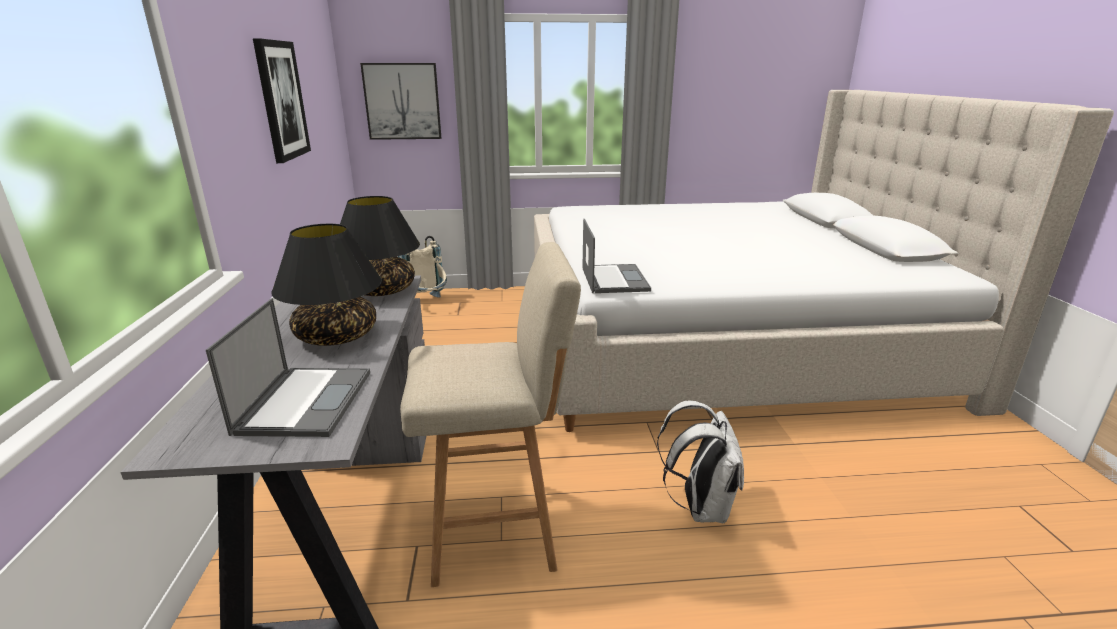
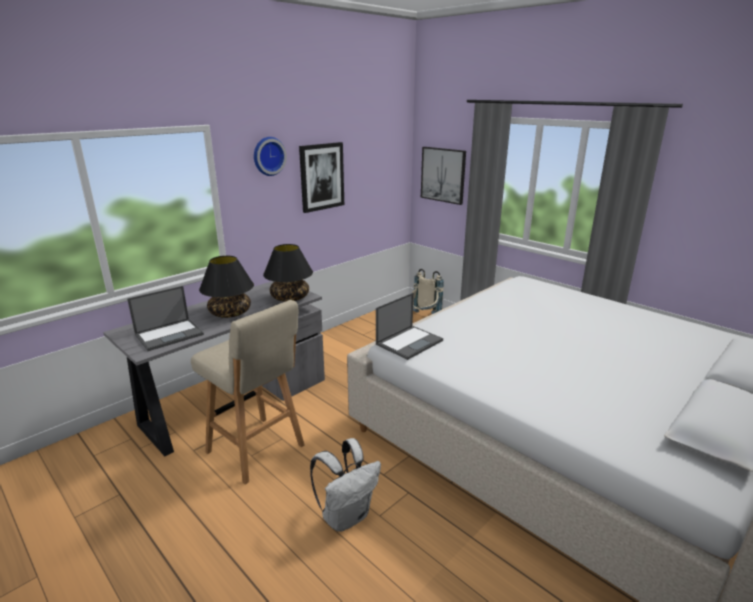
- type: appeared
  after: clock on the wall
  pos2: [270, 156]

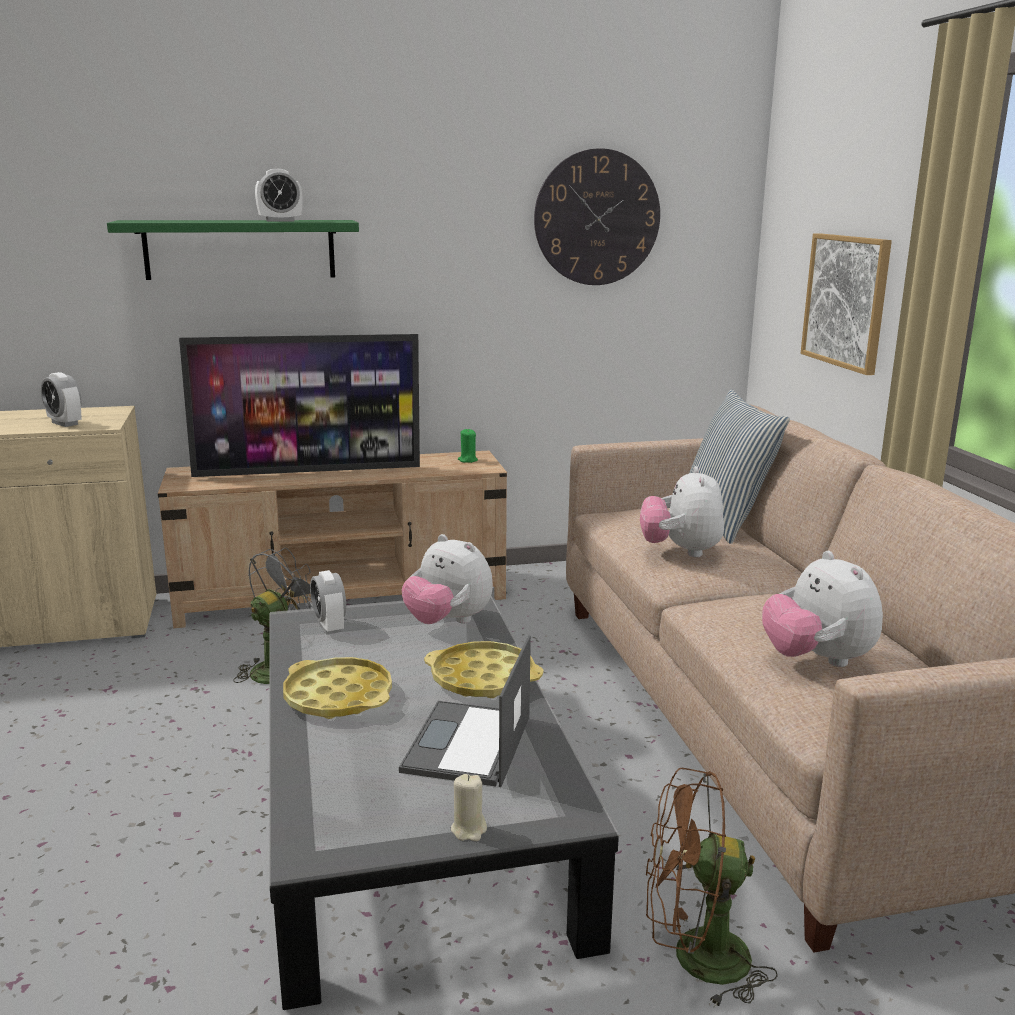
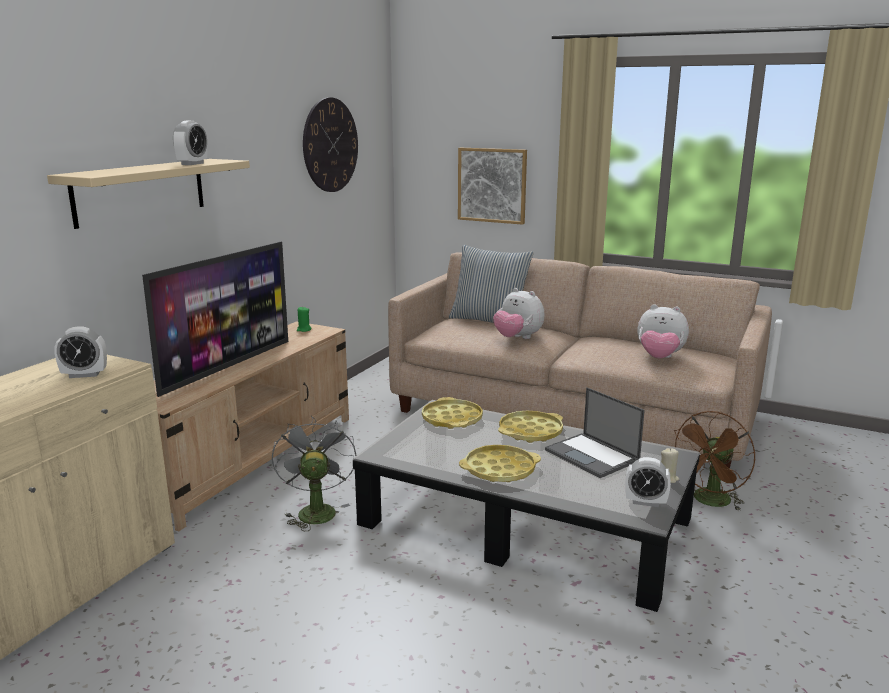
- type: colour
  before: greenish shelf
  after: beige shelf
  pos1: [233, 250]
  pos2: [148, 194]
- type: exchanged
  before: cuddly toy
  after: yellow-coloured tray
  pos1: [447, 579]
  pos2: [452, 413]
- type: relocated
  before: table clock
  pos1: [328, 602]
  pos2: [648, 482]

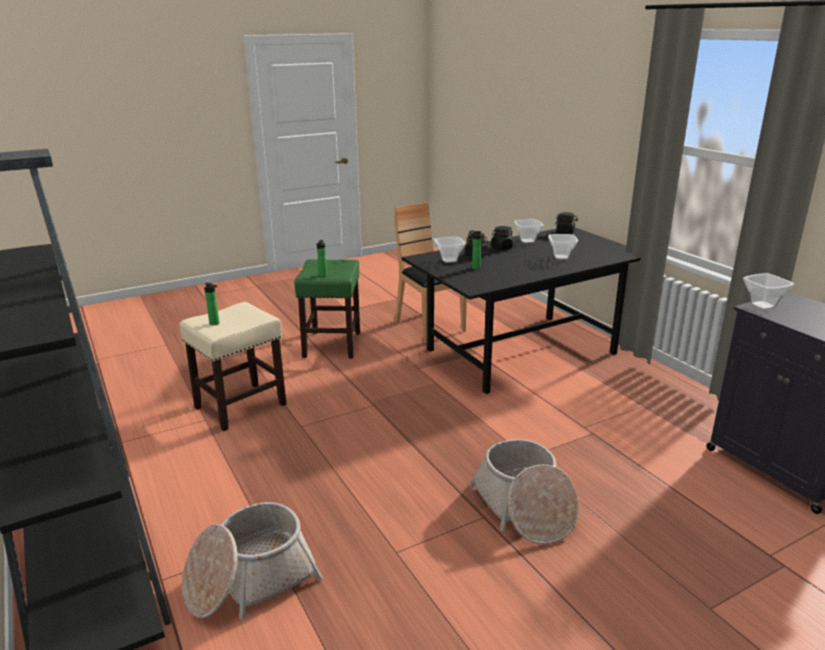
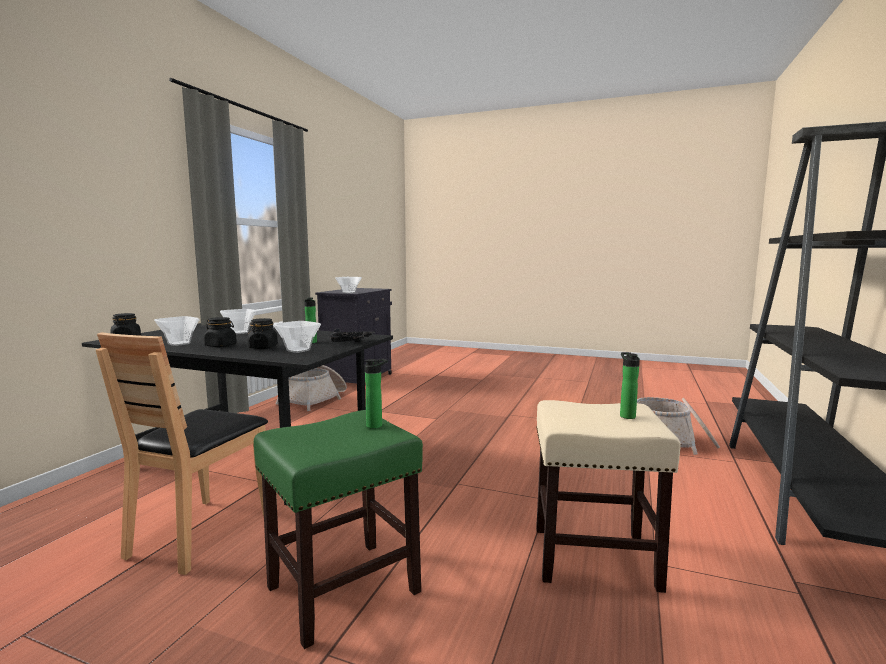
- type: relocated
  before: household basket
  pos1: [524, 491]
  pos2: [311, 388]
- type: appeared
  after: black tray
  pos2: [351, 335]

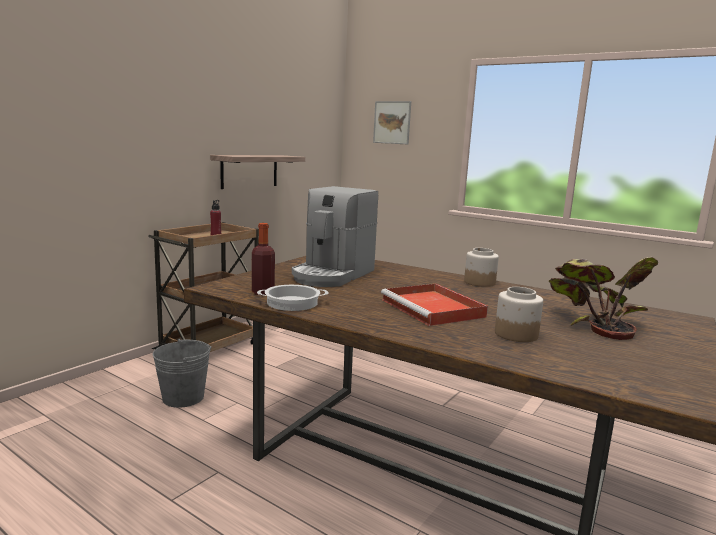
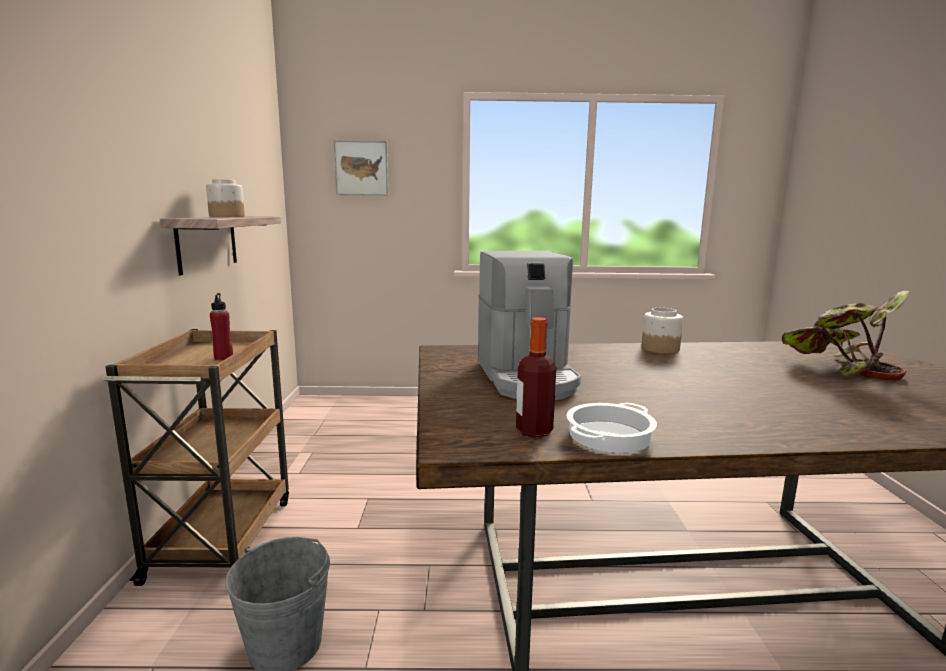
- type: missing
  before: red-coloured tray
  pos1: [434, 305]
- type: relocated
  before: jar
  pos1: [519, 314]
  pos2: [225, 198]

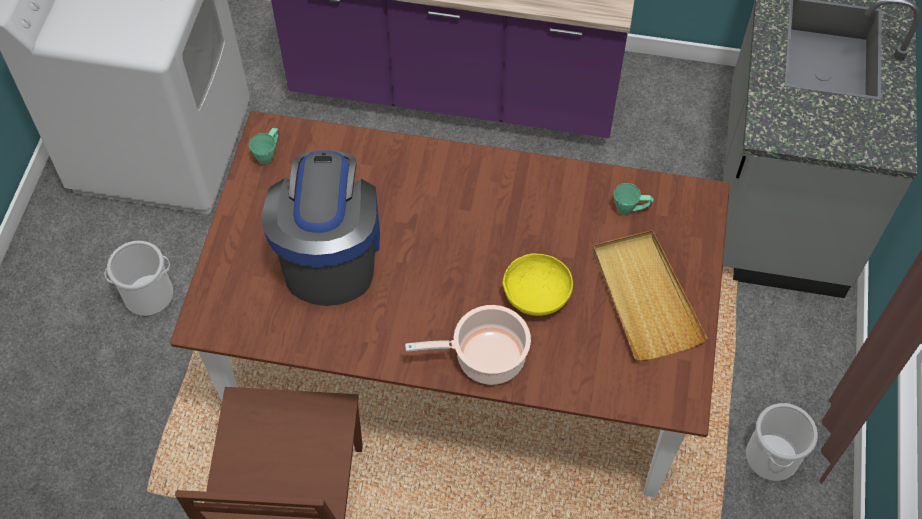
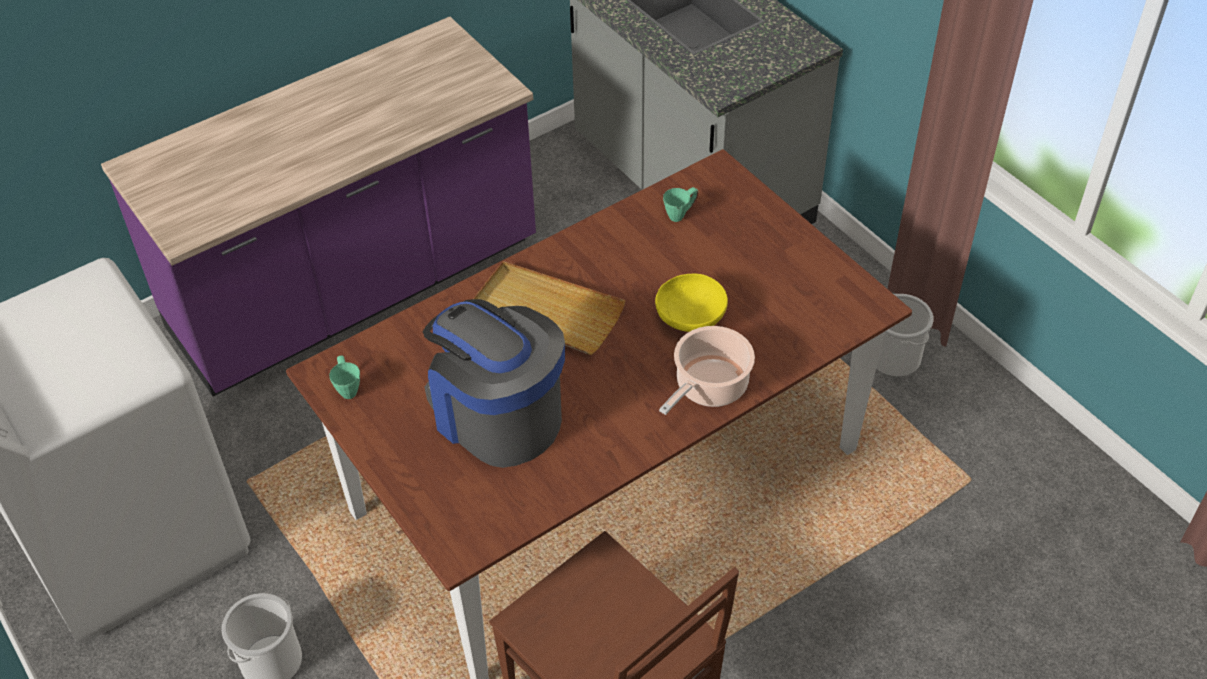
- type: relocated
  before: beige tray
  pos1: [650, 295]
  pos2: [549, 308]

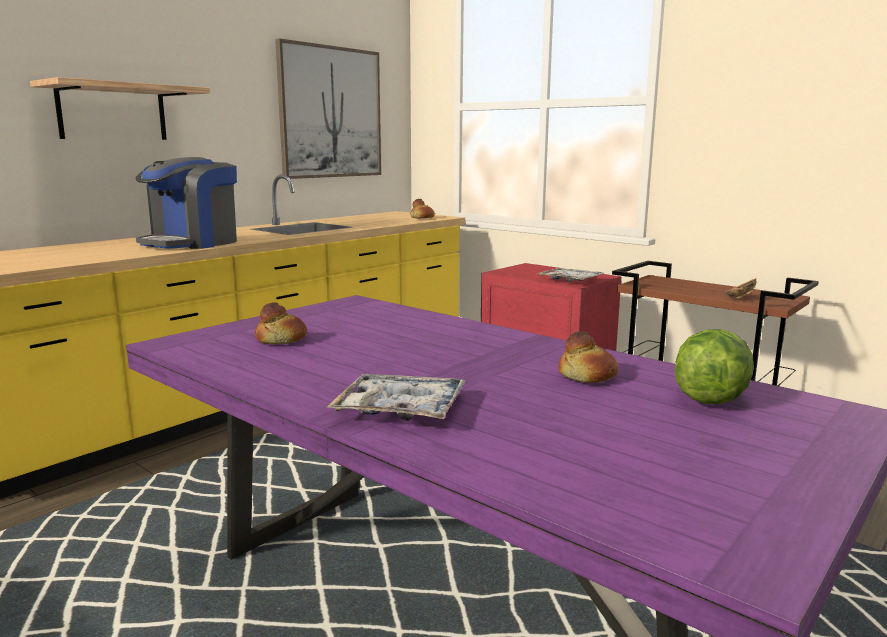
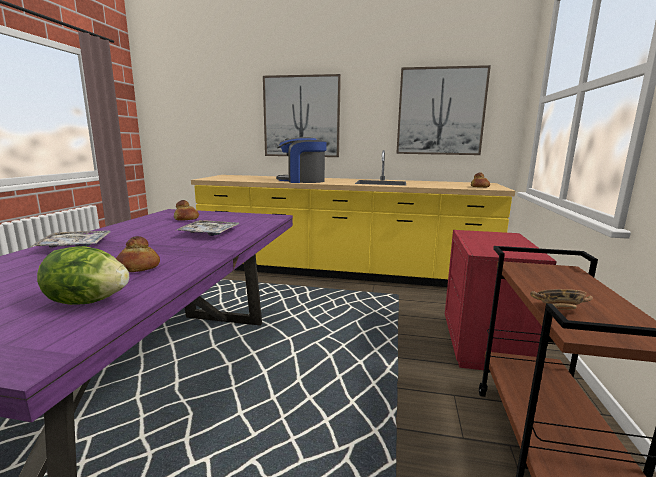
- type: exchanged
  before: shelf
  after: wall art
  pos1: [120, 108]
  pos2: [302, 115]
- type: relocated
  before: tray
  pos1: [570, 275]
  pos2: [207, 228]

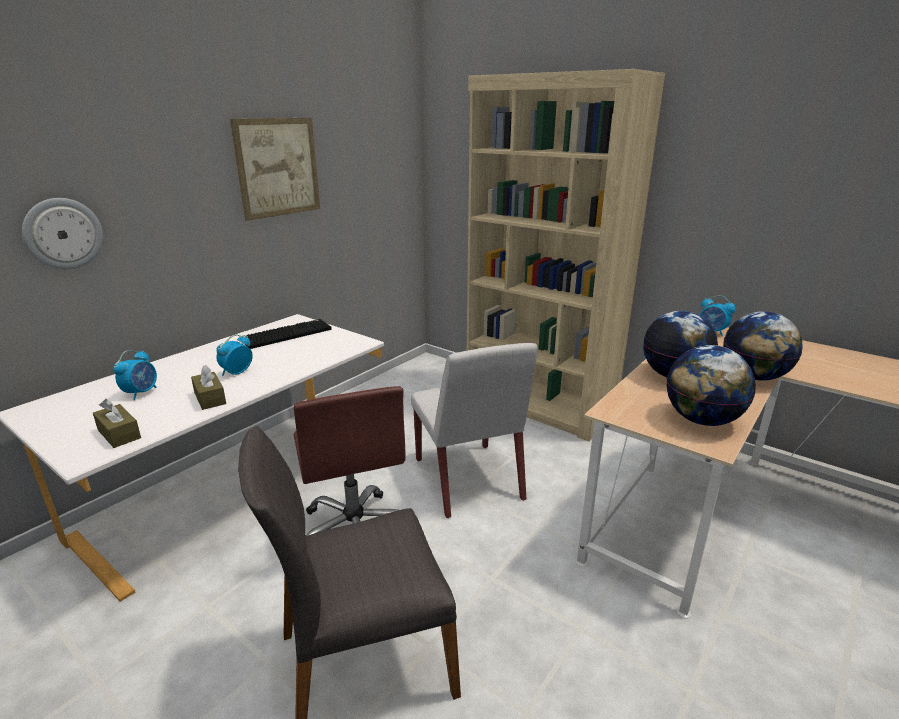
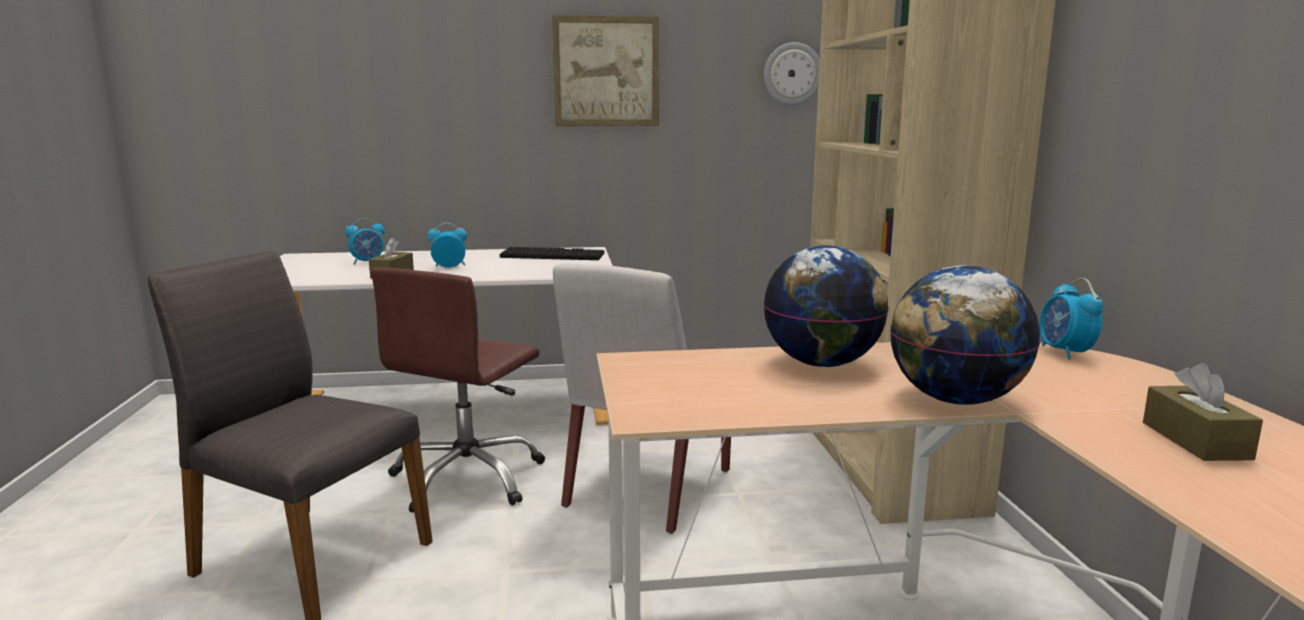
- type: relocated
  before: clock on the wall
  pos1: [62, 233]
  pos2: [792, 73]
- type: missing
  before: desk globe
  pos1: [711, 385]
- type: relocated
  before: brown box of tissues
  pos1: [117, 423]
  pos2: [1203, 412]

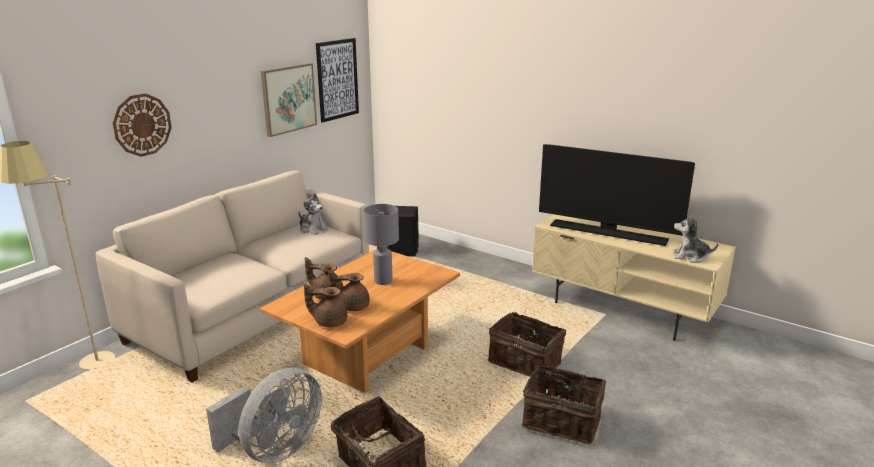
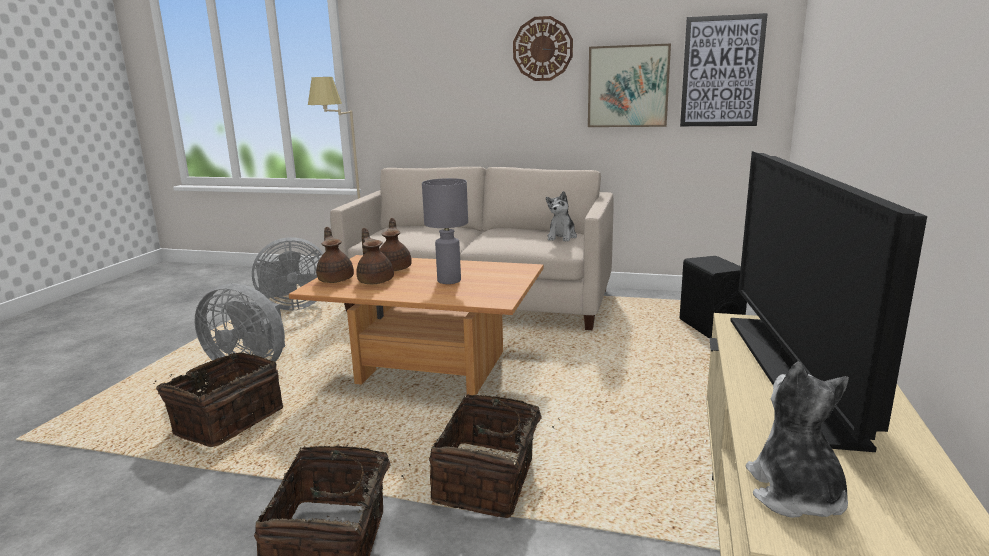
- type: relocated
  before: clock on the wall
  pos1: [142, 125]
  pos2: [543, 48]
- type: appeared
  after: greyish cooling fan
  pos2: [288, 274]

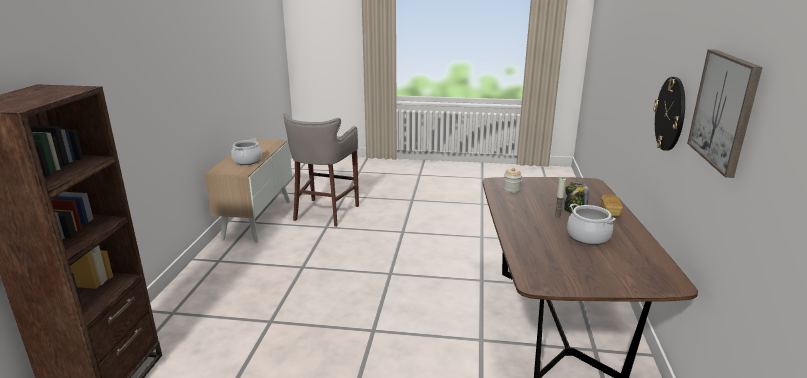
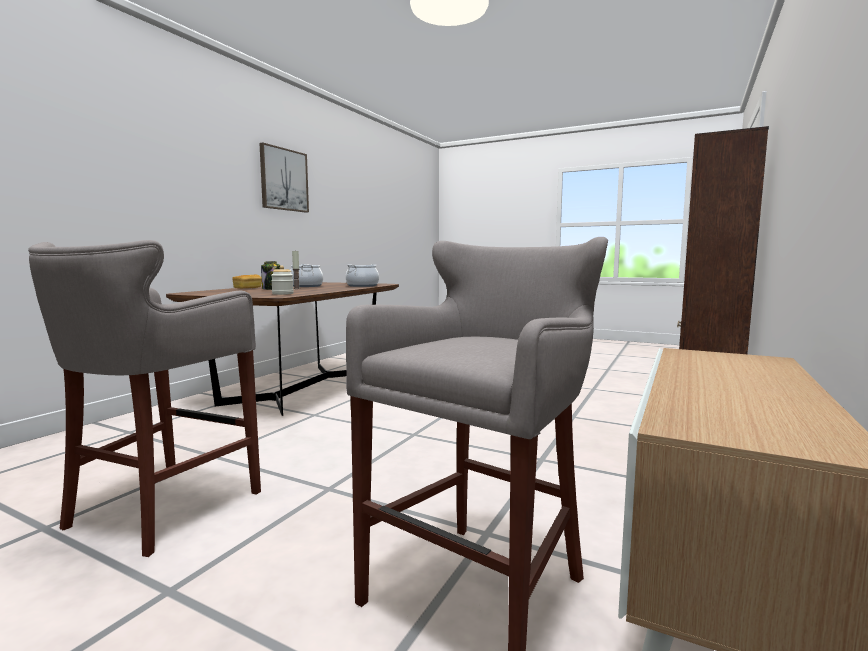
- type: missing
  before: clock on the wall
  pos1: [669, 114]
- type: relocated
  before: saucepot
  pos1: [246, 152]
  pos2: [362, 275]
- type: appeared
  after: greyish stool
  pos2: [144, 398]

